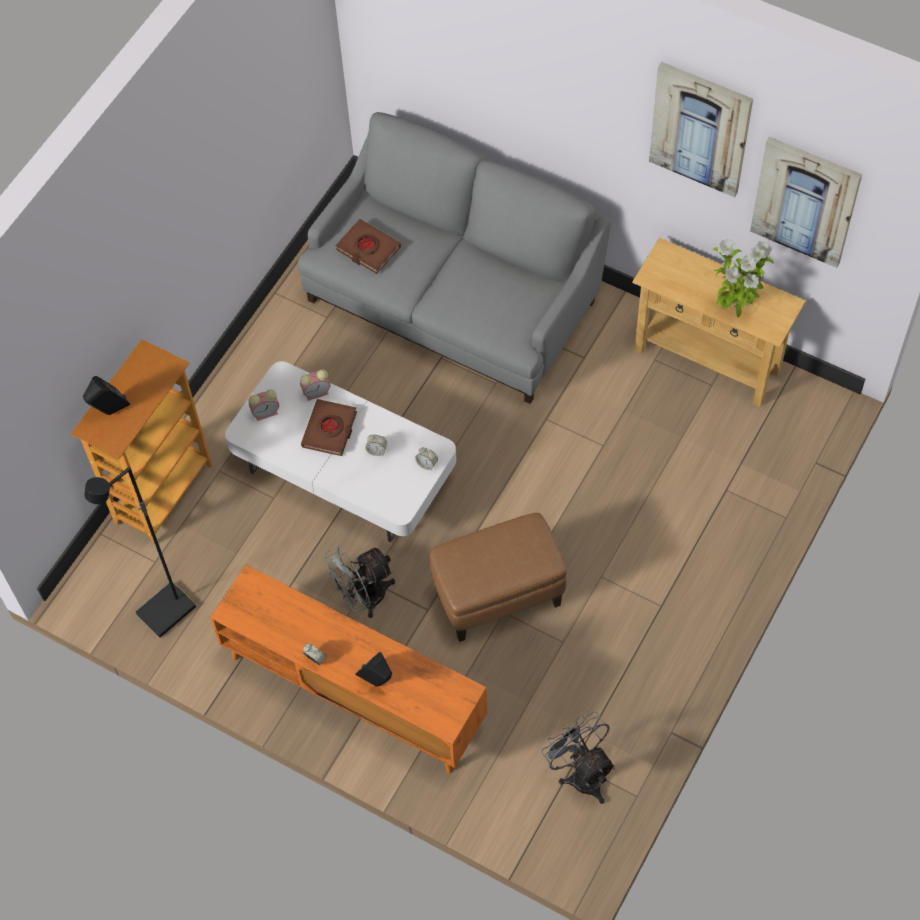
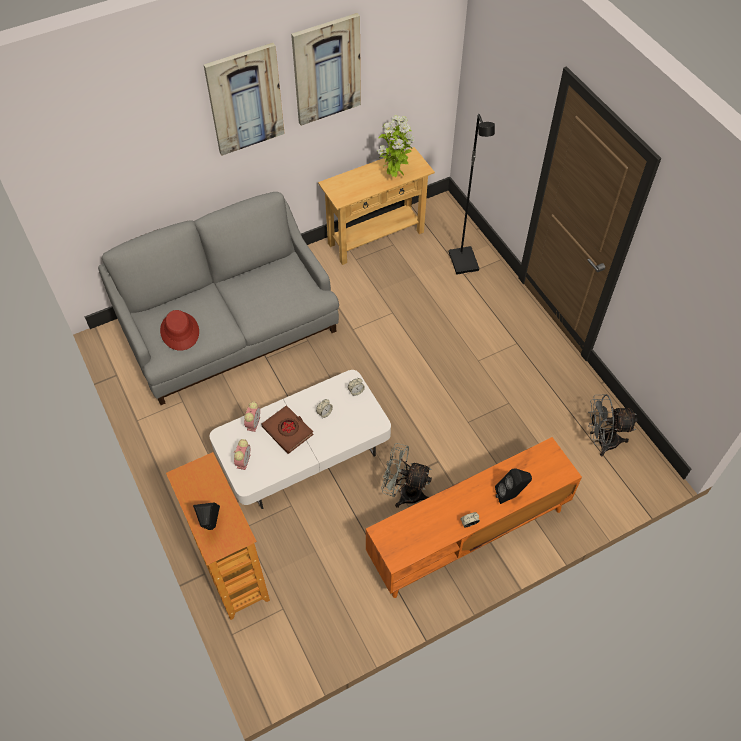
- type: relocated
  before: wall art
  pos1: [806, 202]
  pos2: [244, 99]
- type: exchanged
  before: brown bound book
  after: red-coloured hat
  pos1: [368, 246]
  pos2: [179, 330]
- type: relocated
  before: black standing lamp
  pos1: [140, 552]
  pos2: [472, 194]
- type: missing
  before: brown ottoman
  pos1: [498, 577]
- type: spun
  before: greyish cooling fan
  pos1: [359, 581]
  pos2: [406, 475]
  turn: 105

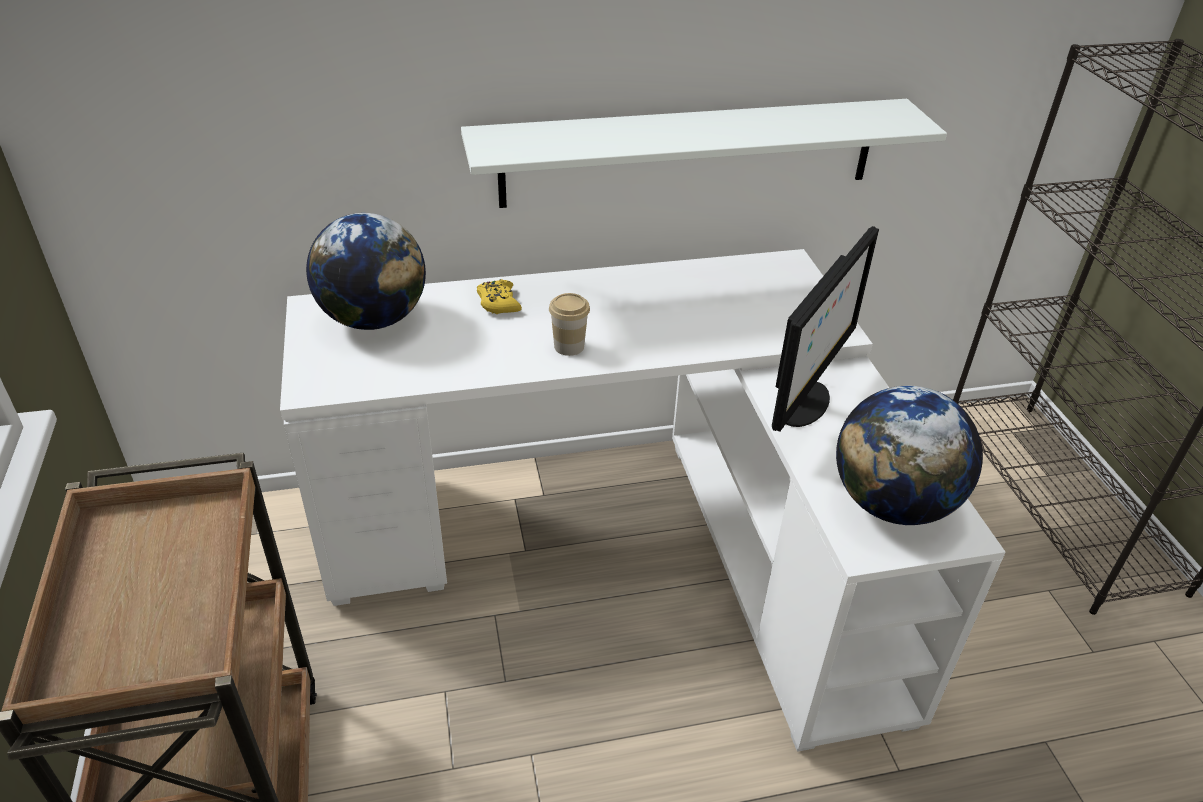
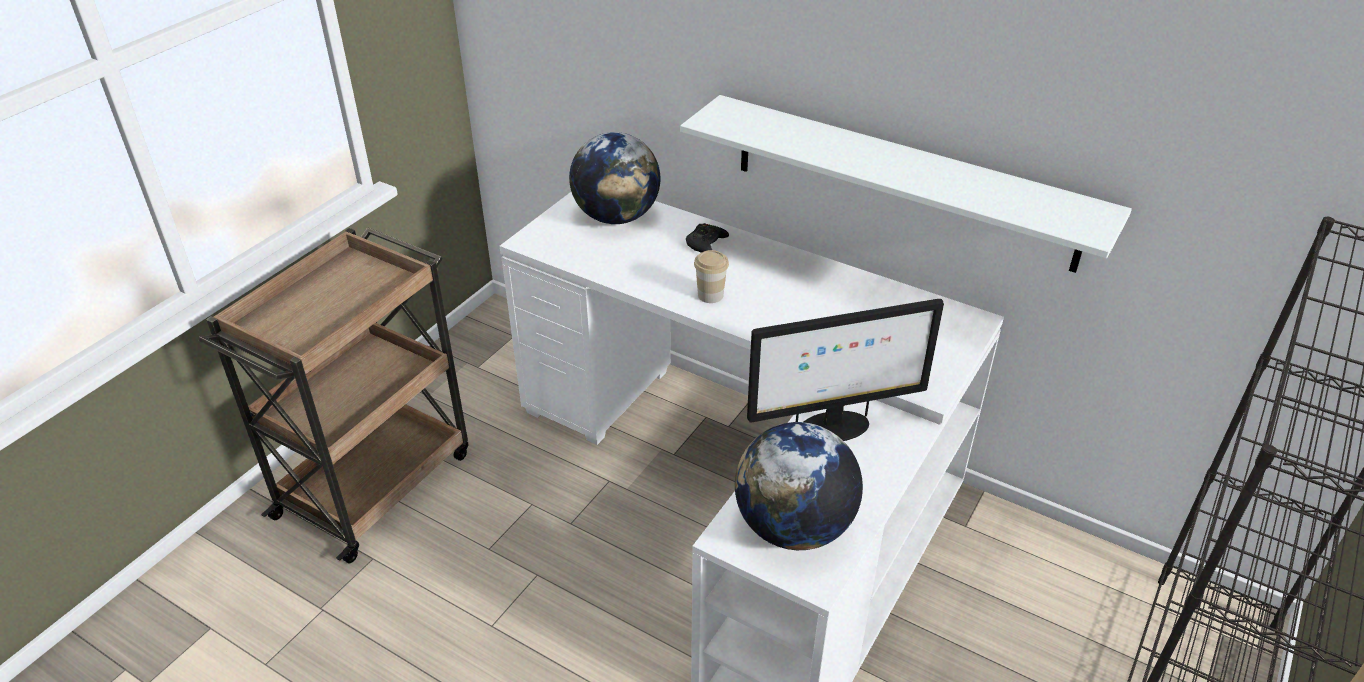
- type: colour
  before: yellow-coloured gamepad
  after: black gamepad
  pos1: [499, 296]
  pos2: [707, 238]

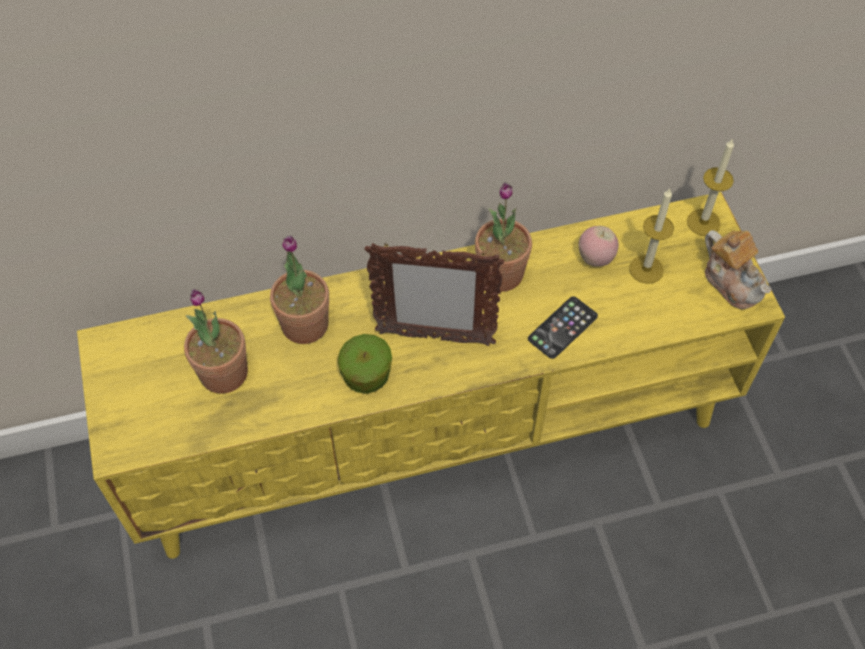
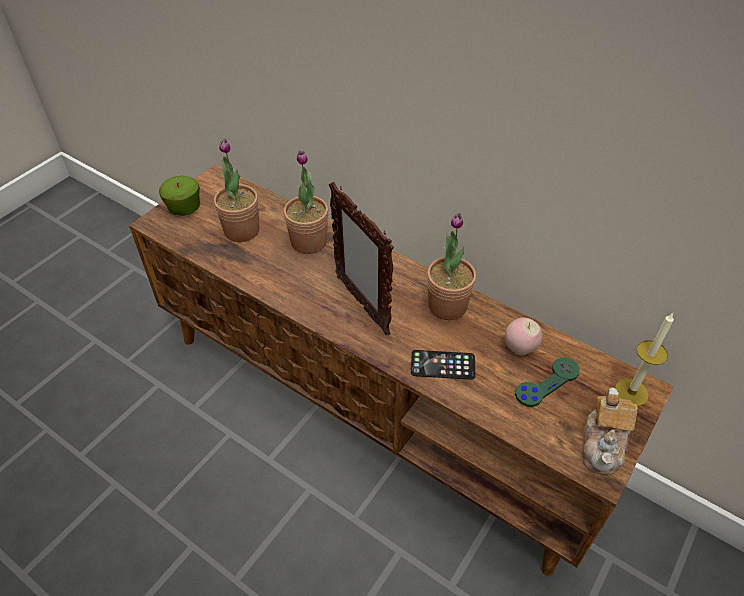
- type: exchanged
  before: wax light
  after: greenish gamepad
  pos1: [651, 236]
  pos2: [547, 382]
- type: colour
  before: yellow-coloured tv stand
  after: brown tv stand
  pos1: [431, 375]
  pos2: [401, 370]
- type: relocated
  before: whole apple
  pos1: [365, 364]
  pos2: [179, 196]

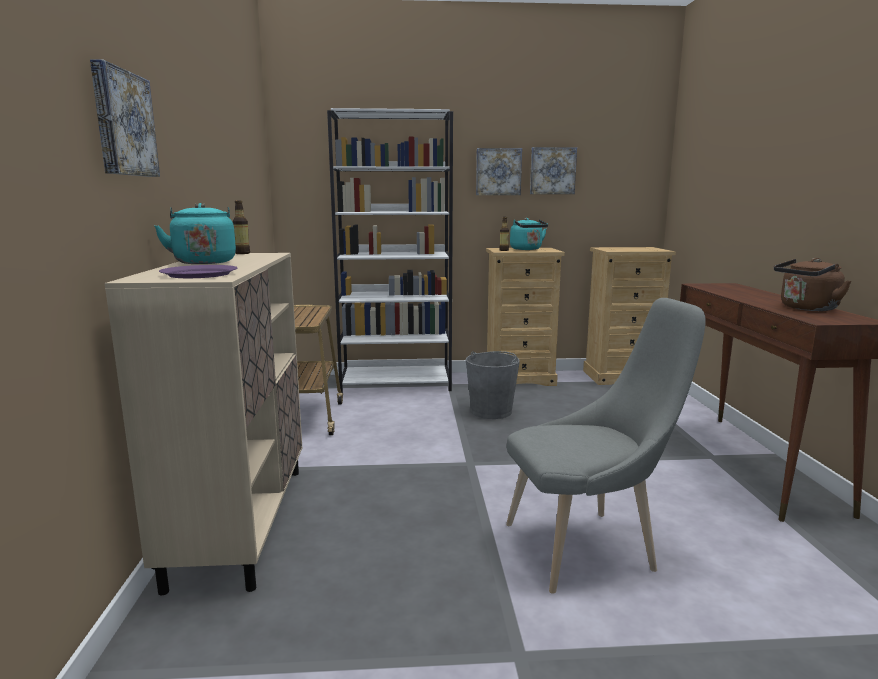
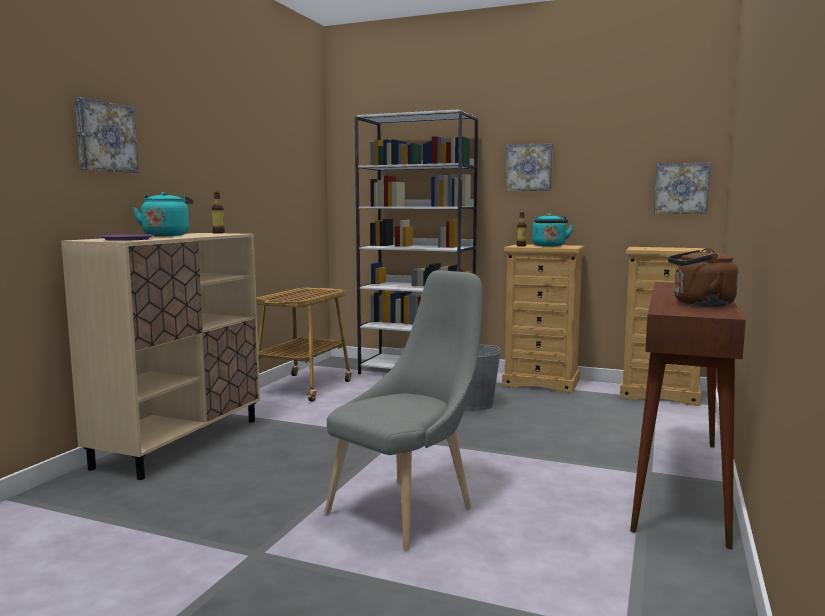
- type: relocated
  before: wall art
  pos1: [553, 170]
  pos2: [682, 188]
- type: spun
  before: greyish plain chair
  pos1: [606, 446]
  pos2: [404, 410]
  turn: -60

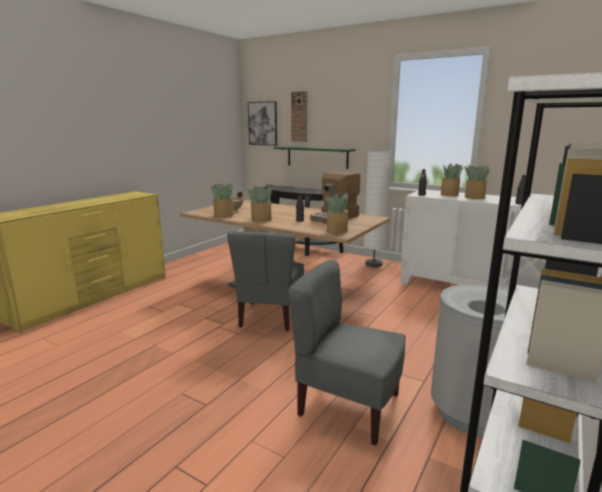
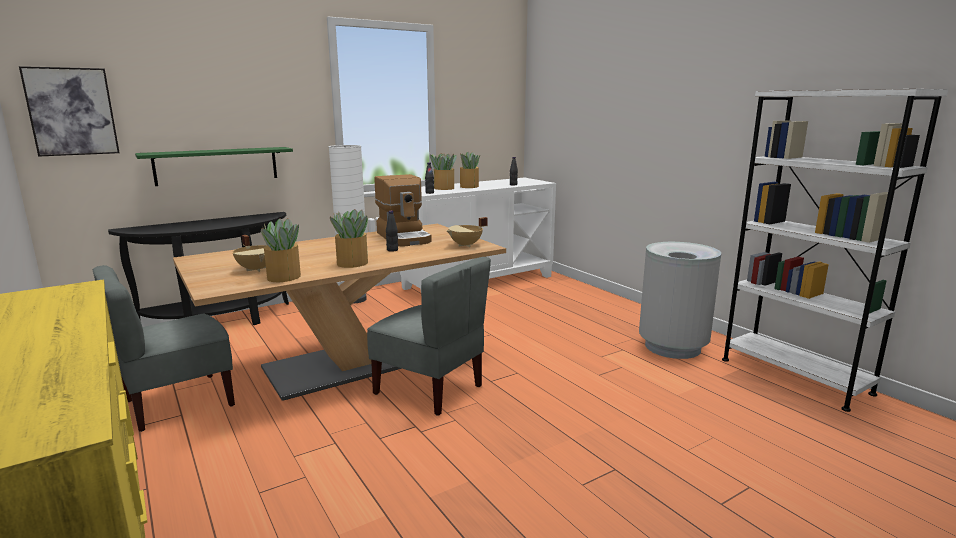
- type: missing
  before: clock on the wall
  pos1: [299, 116]
- type: exchanged
  before: houseplant
  after: beige saucepot
  pos1: [337, 213]
  pos2: [467, 232]
- type: relocated
  before: greyish plain chair
  pos1: [347, 352]
  pos2: [164, 348]

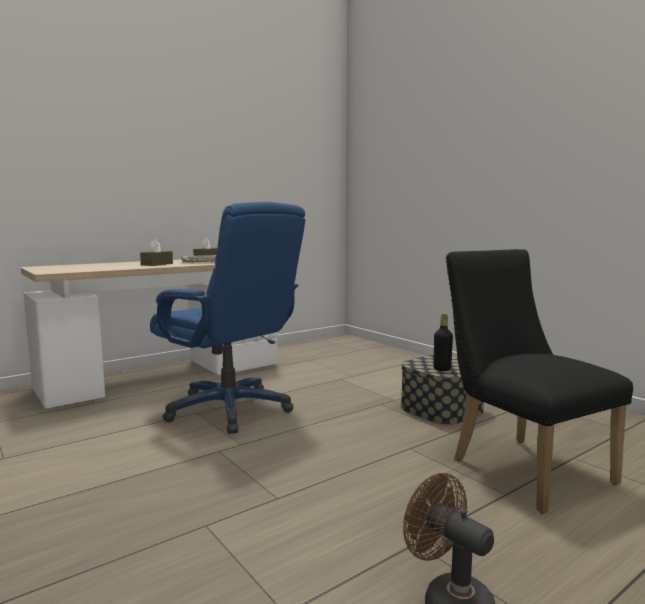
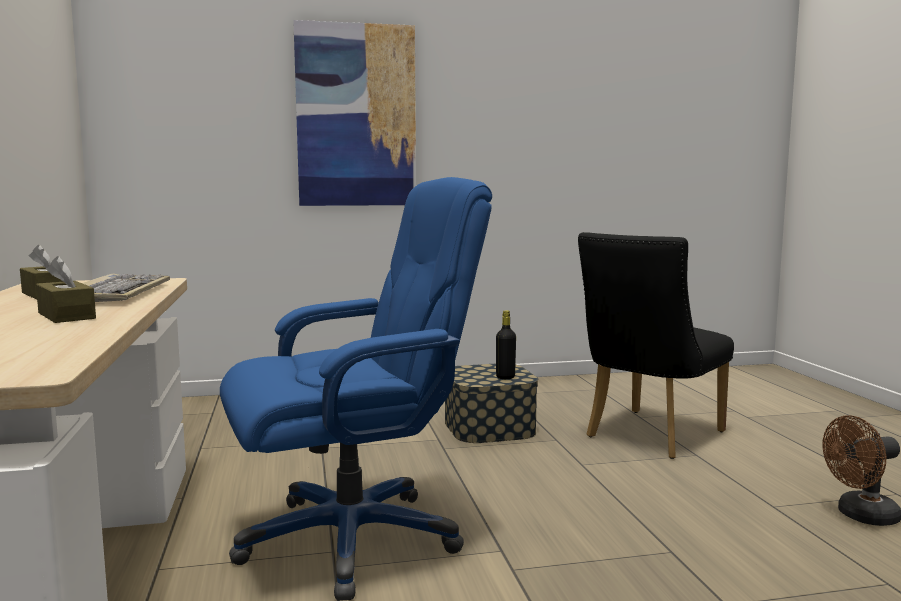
- type: spun
  before: black plain chair
  pos1: [539, 381]
  pos2: [656, 345]
  turn: -45
- type: appeared
  after: wall art
  pos2: [354, 113]

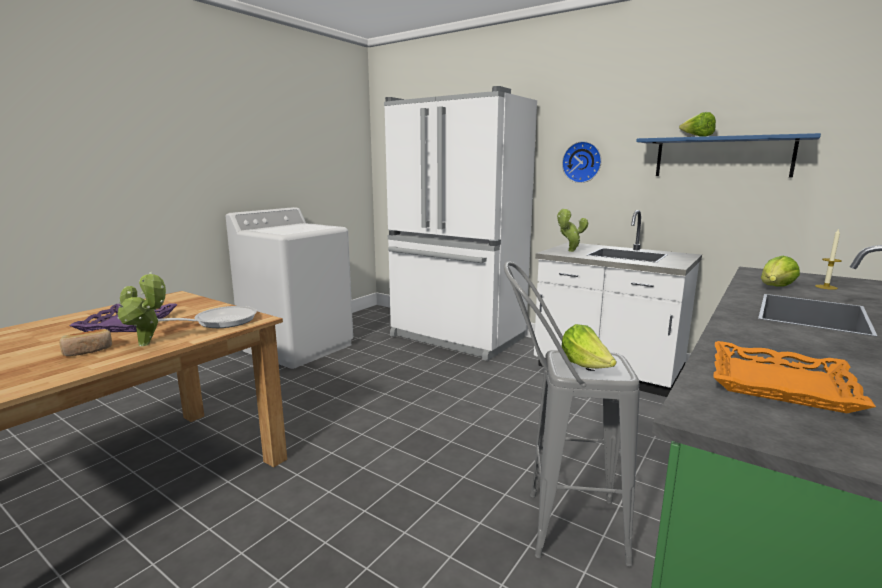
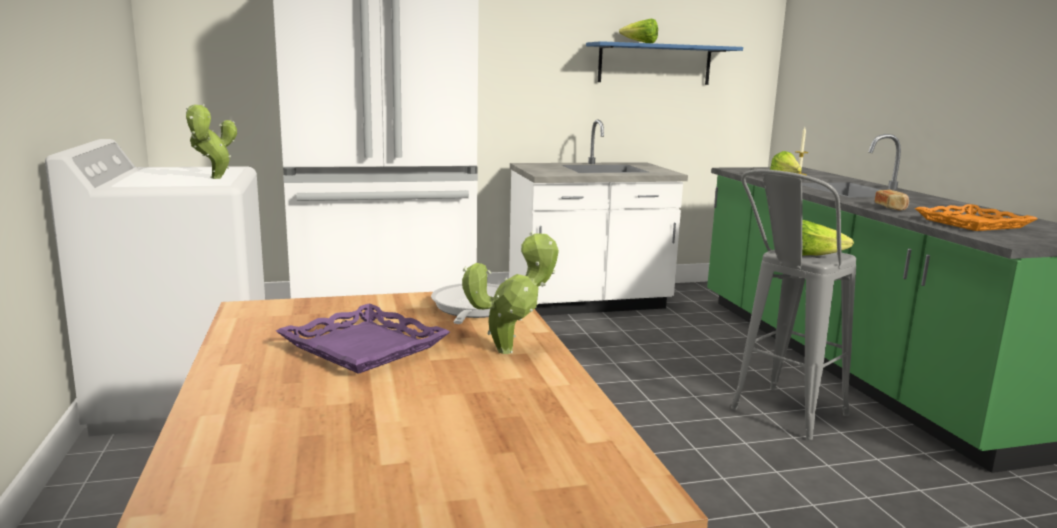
- type: missing
  before: clock on the wall
  pos1: [582, 162]
- type: relocated
  before: houseplant
  pos1: [572, 230]
  pos2: [211, 141]
- type: relocated
  before: bakery bread
  pos1: [85, 342]
  pos2: [892, 200]

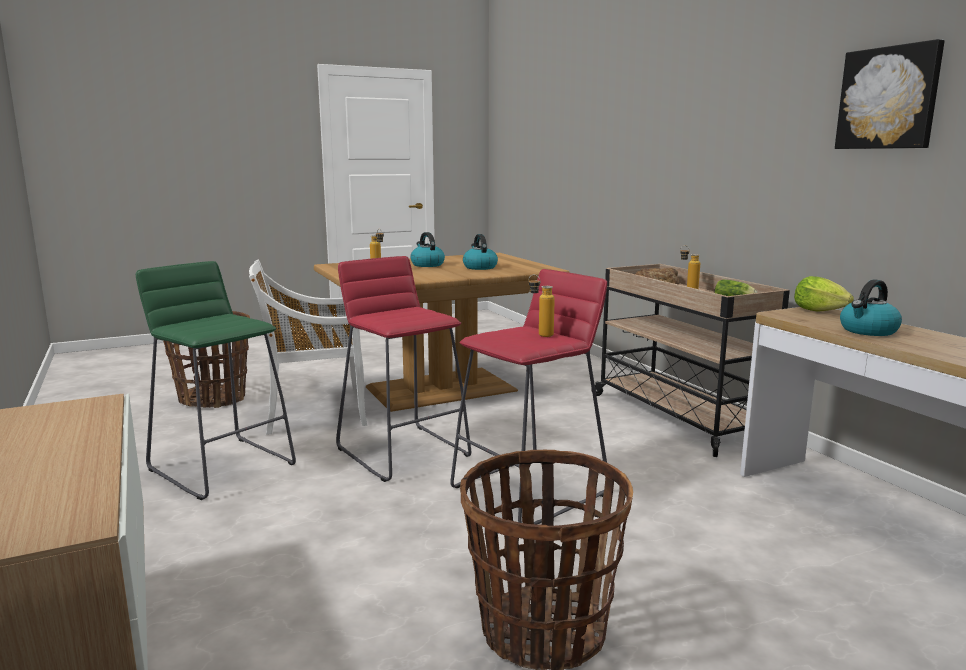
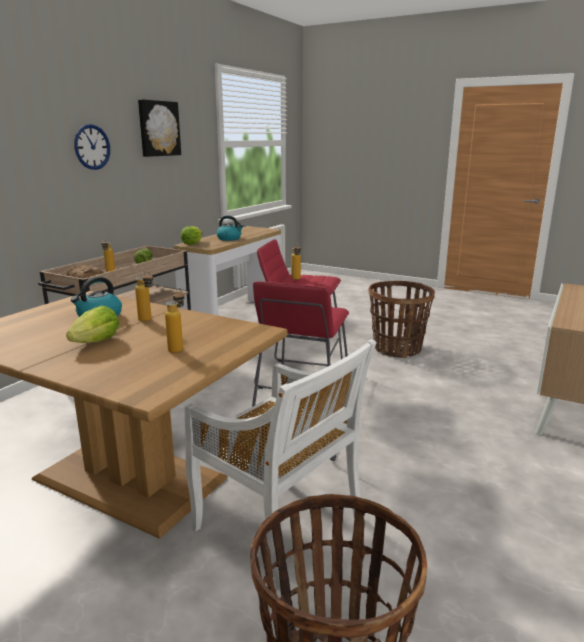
- type: exchanged
  before: water kettle
  after: lettuce head
  pos1: [428, 249]
  pos2: [92, 324]
- type: missing
  before: greenish stool
  pos1: [216, 380]
- type: appeared
  after: clock on the wall
  pos2: [92, 147]
- type: appeared
  after: bottle
  pos2: [144, 296]

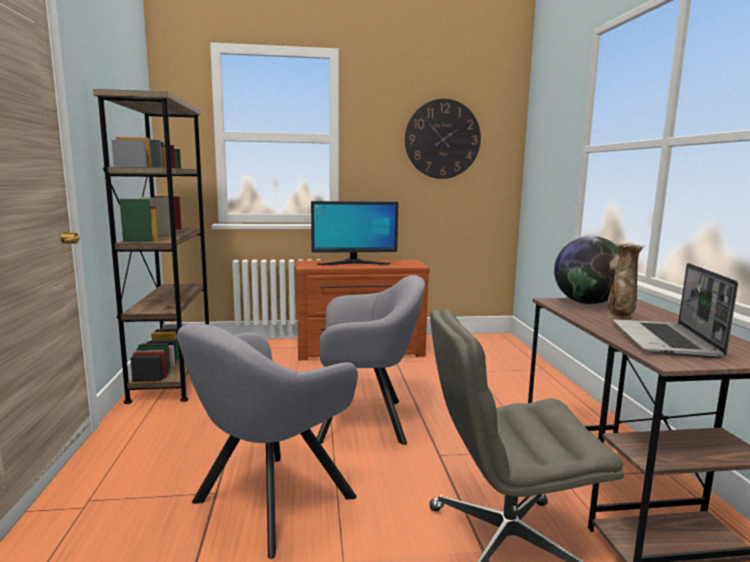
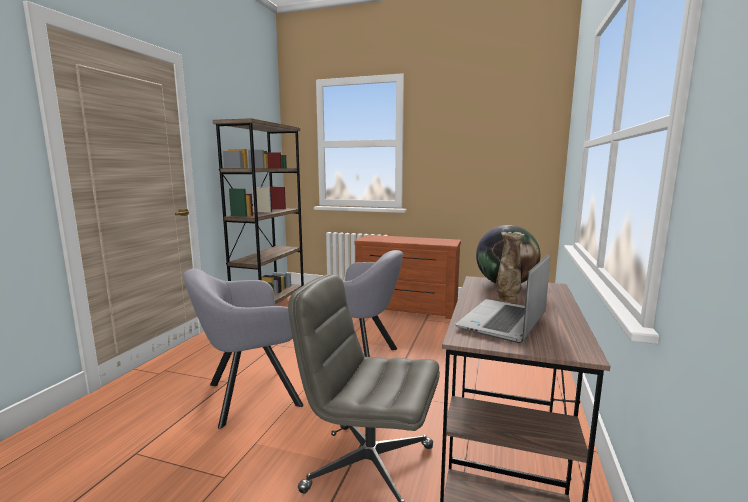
- type: missing
  before: clock on the wall
  pos1: [443, 139]
- type: missing
  before: monitor
  pos1: [354, 233]

